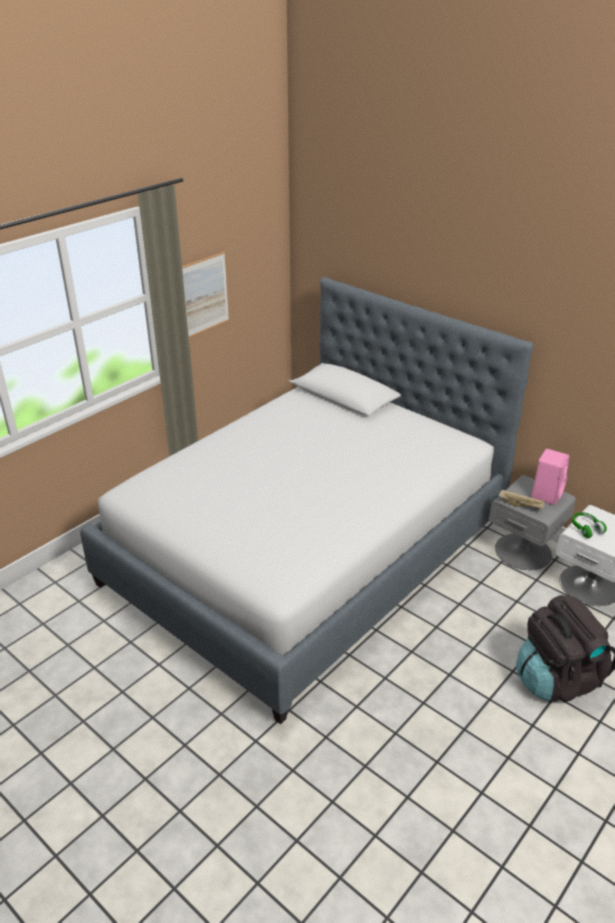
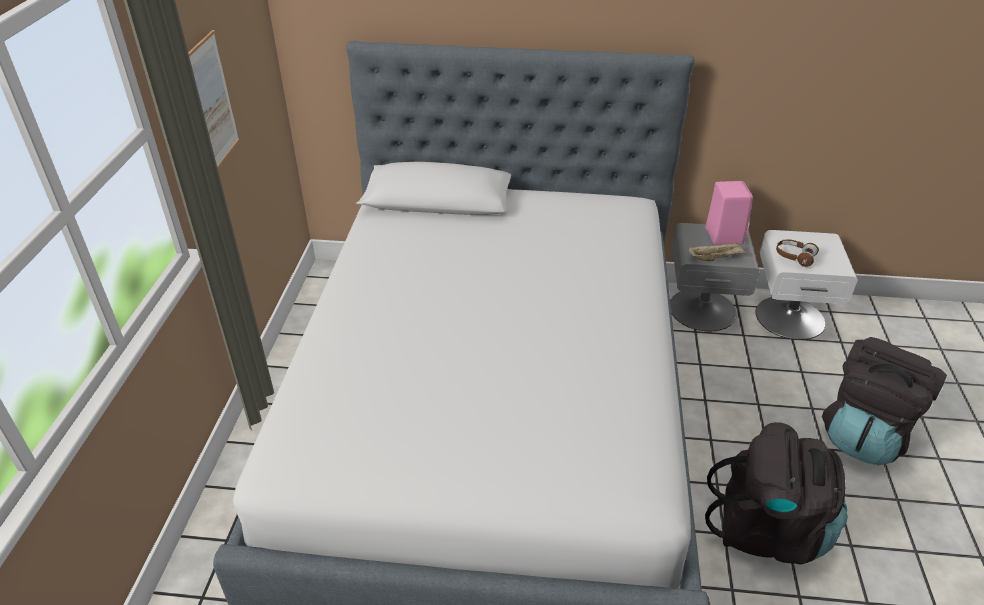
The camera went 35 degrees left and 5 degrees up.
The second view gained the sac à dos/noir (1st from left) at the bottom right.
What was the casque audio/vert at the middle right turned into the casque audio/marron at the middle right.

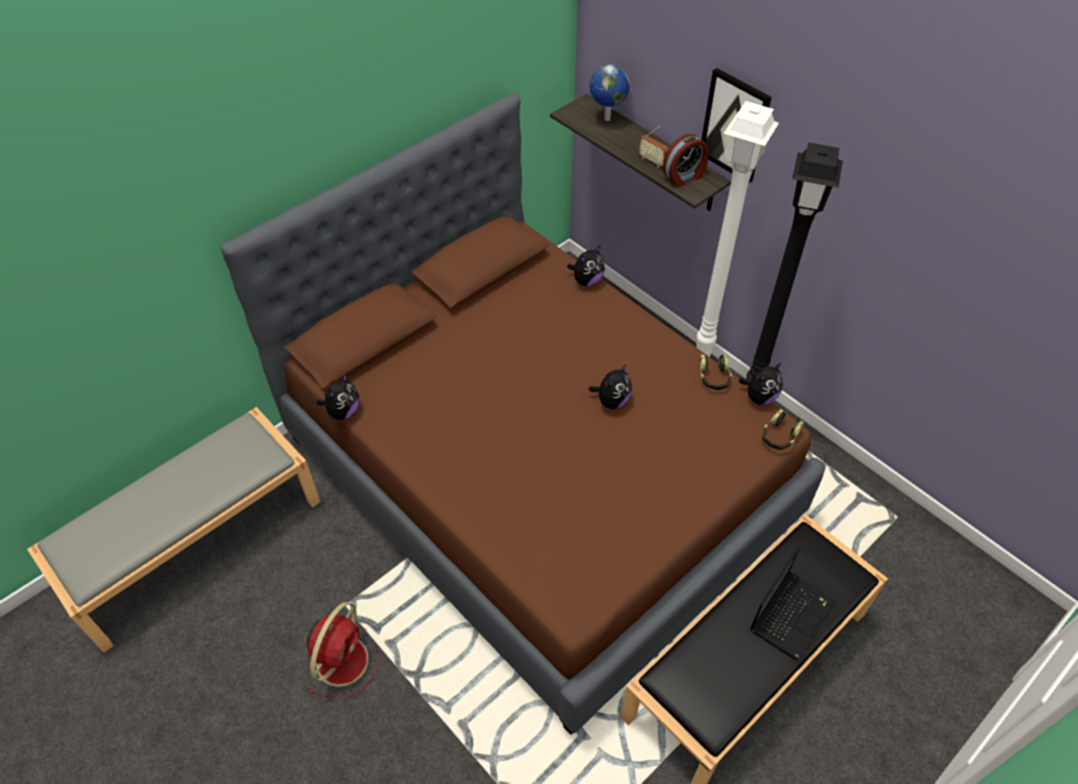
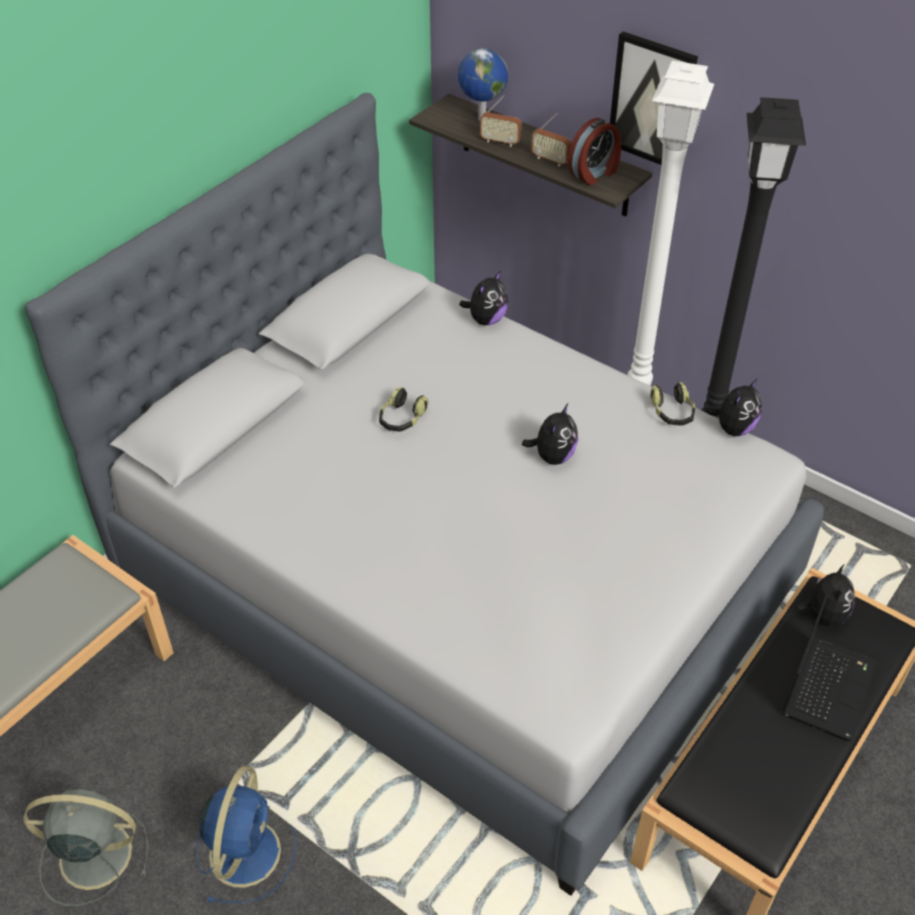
The camera went 10 degrees left and 5 degrees down.
The second view gained the ventilateur/gris at the bottom left.
What was the lit/marron at the centre turned into the lit/gris at the centre.
What was the ventilateur/rouge at the bottom left turned into the ventilateur/bleu at the bottom left.
The casque audio (2nd from left in the first image) ended up elsewhere, having gone from the middle right to the centre.
The second view gained the radio (1st from left) at the top centre.
The peluche (1st from left in the first image) ended up elsewhere, having gone from the middle left to the middle right.

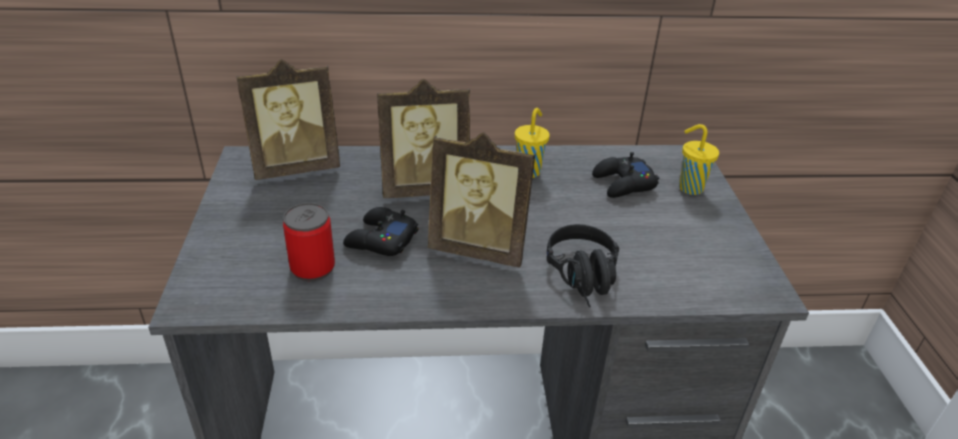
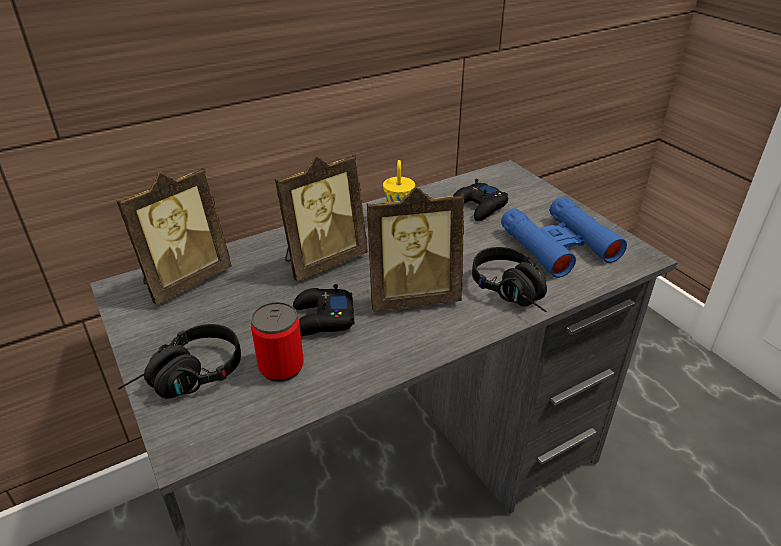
The camera went 25 degrees left and 0 degrees up.
The second view gained the casque audio/noir (1st from left) at the middle left.
The second view gained the jumelles/bleu at the middle right.
The second view lost the tasse/jaune (2nd from left) at the middle right.

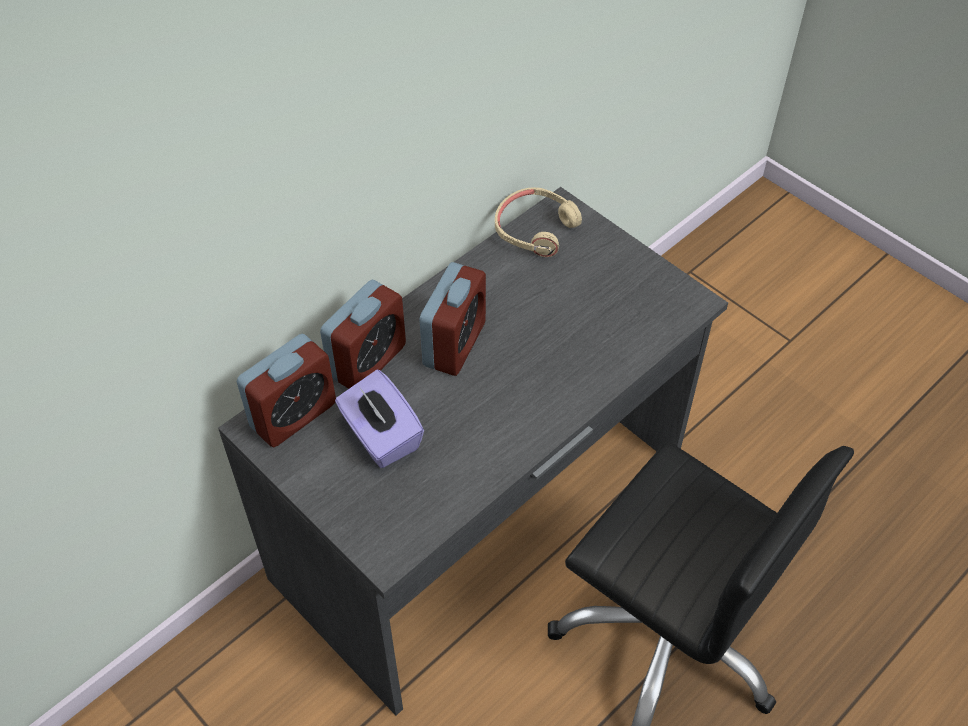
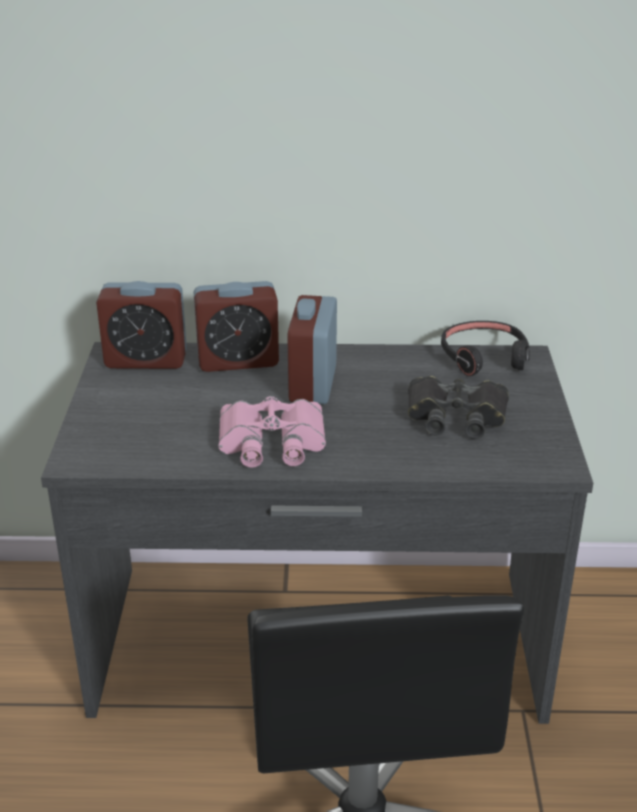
The camera went 45 degrees right and 20 degrees down.
The second view gained the jumelles/rose at the centre.
The réveil (3rd from left) at the centre ended up facing another way, 120 degrees clockwise from before.
The second view gained the jumelles/noir at the middle right.
What was the casque audio/beige at the top centre turned into the casque audio/noir at the middle right.
The second view lost the boîte à mouchoirs/violet at the centre.

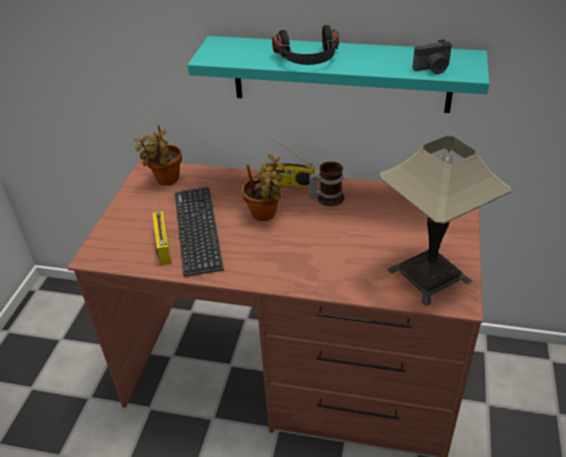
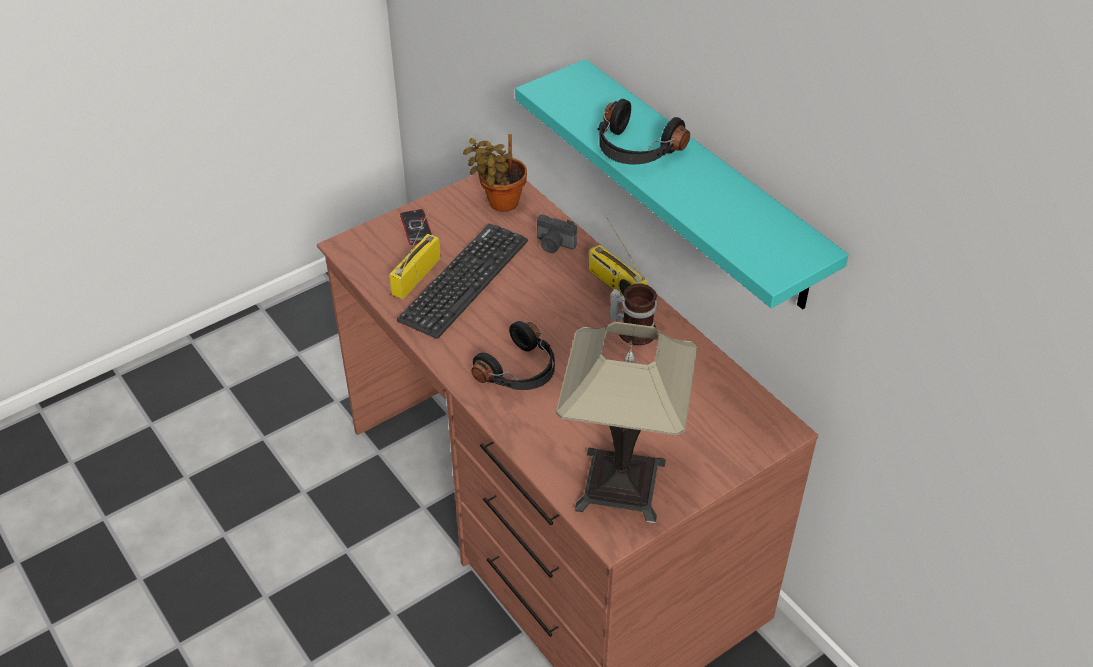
The camera went 40 degrees right and 5 degrees up.
The second view gained the téléphone at the centre.
The second view gained the casque audio/noir (1st from left) at the centre.
The appareil photo ended up elsewhere, having gone from the top right to the centre.
The second view lost the plante en pot (2nd from left) at the centre.

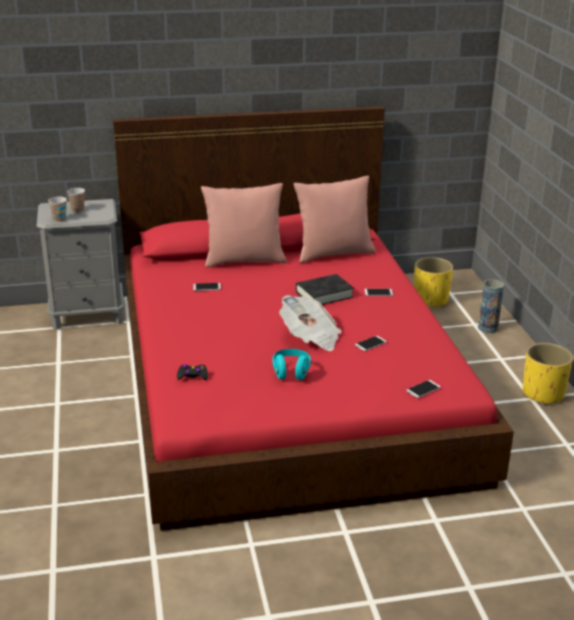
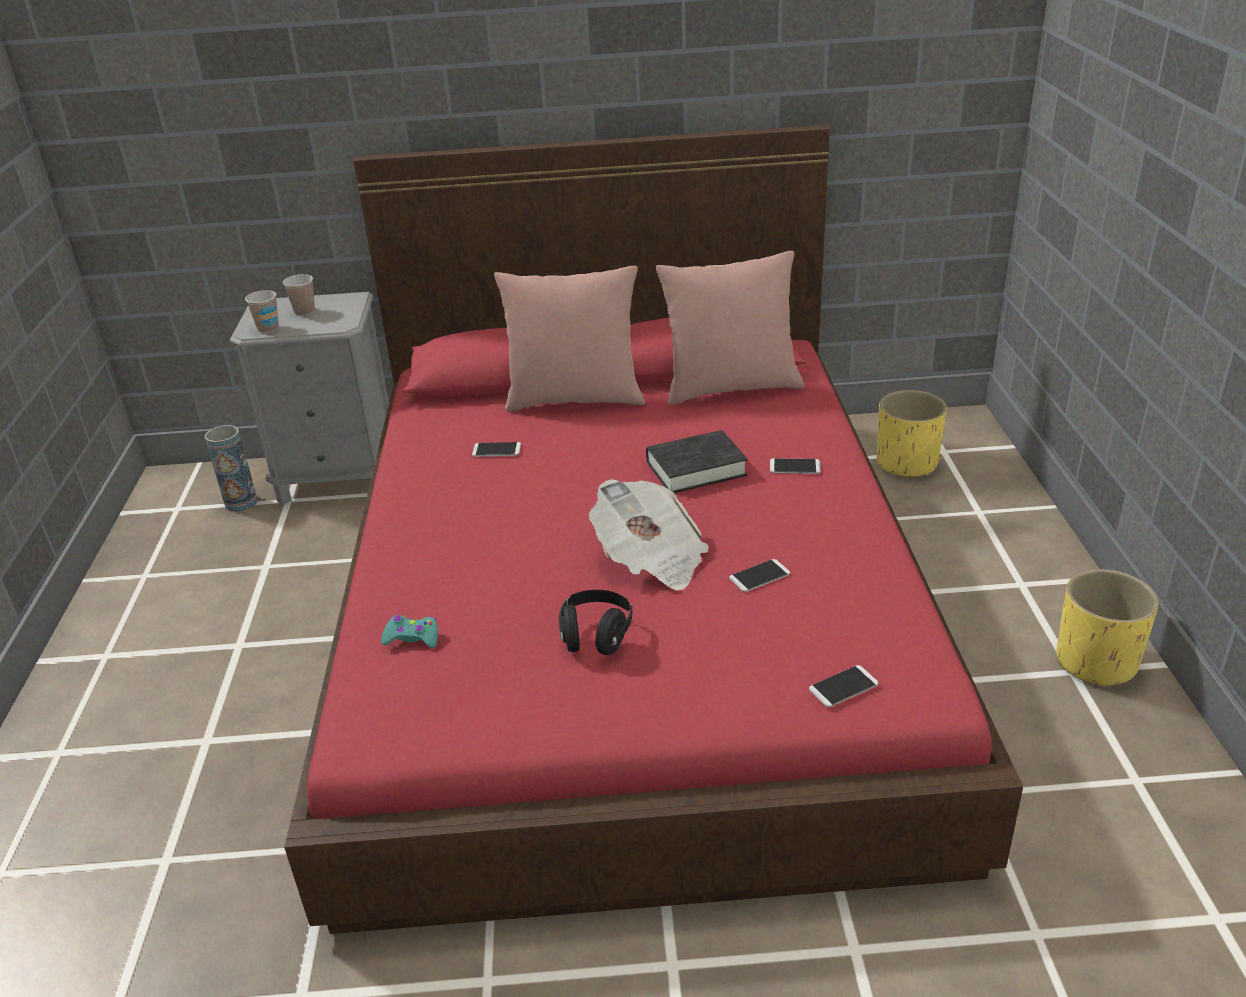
The camera went 10 degrees right and 5 degrees up.
The vase ended up elsewhere, having gone from the middle right to the middle left.
What was the manette/noir at the centre turned into the manette/turquoise at the middle left.
What was the casque audio/turquoise at the centre turned into the casque audio/noir at the centre.

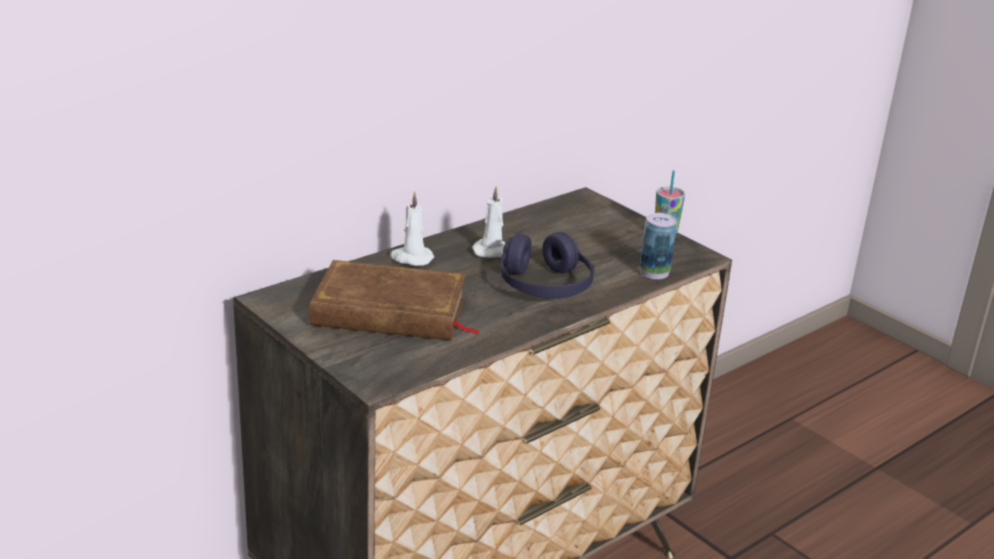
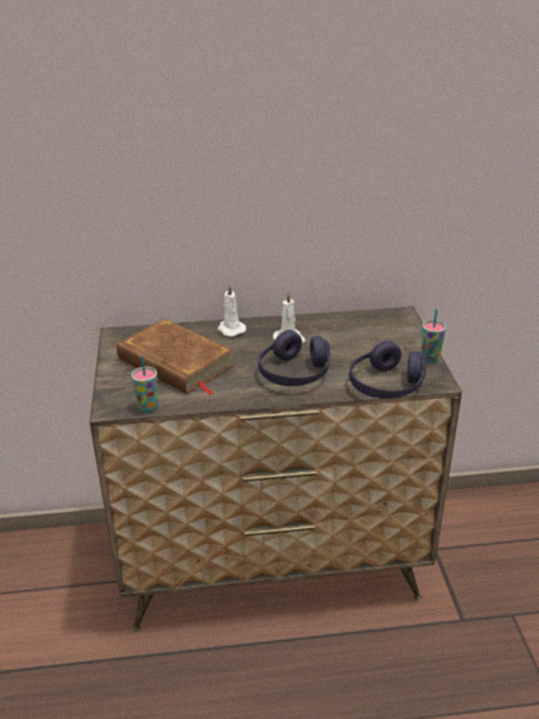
The camera went 35 degrees right and 5 degrees up.
The second view gained the tasse (1st from left) at the middle left.
Where the boîte métallique stood at the centre, the casque audio/violet (2nd from left) came to stand at the middle right.

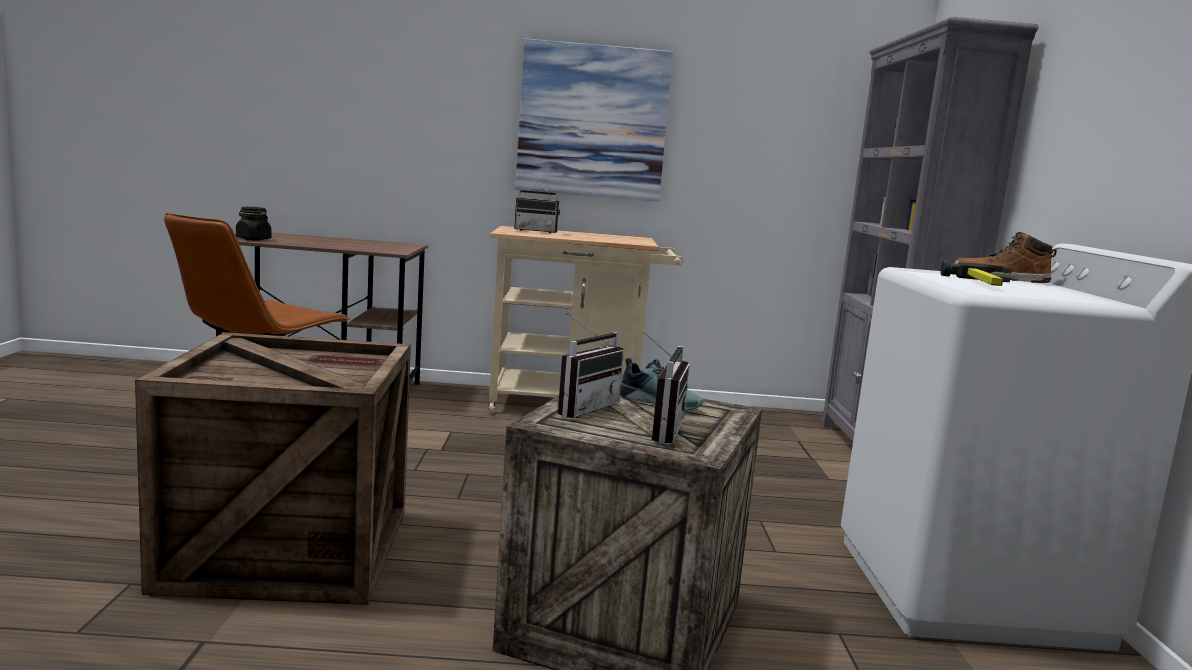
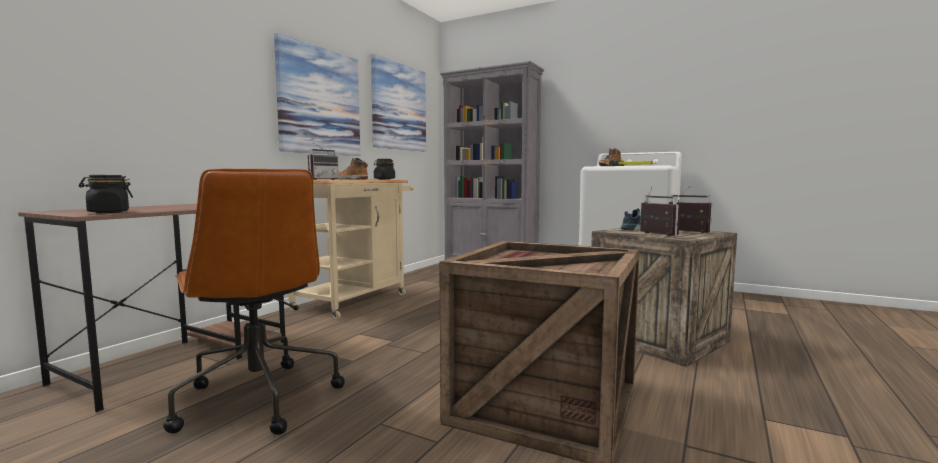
The camera went 60 degrees left and 5 degrees down.
The second view gained the botte (1st from left) at the centre.
The second view gained the tableau (2nd from left) at the top centre.
The second view gained the bocal/noir (2nd from left) at the centre.

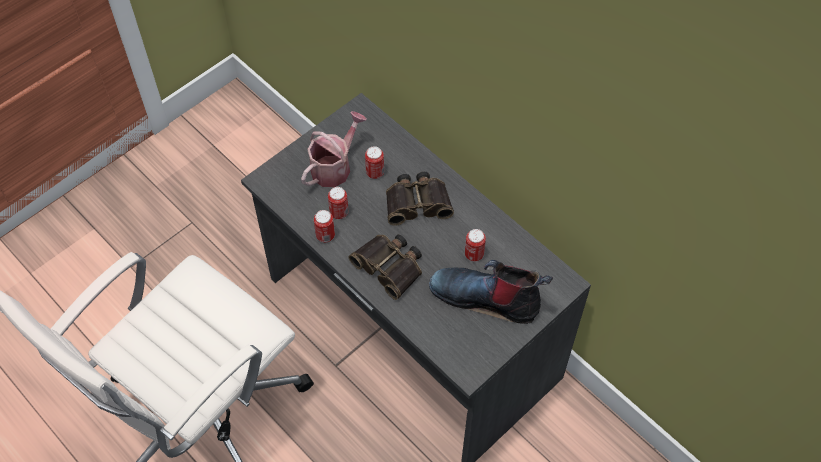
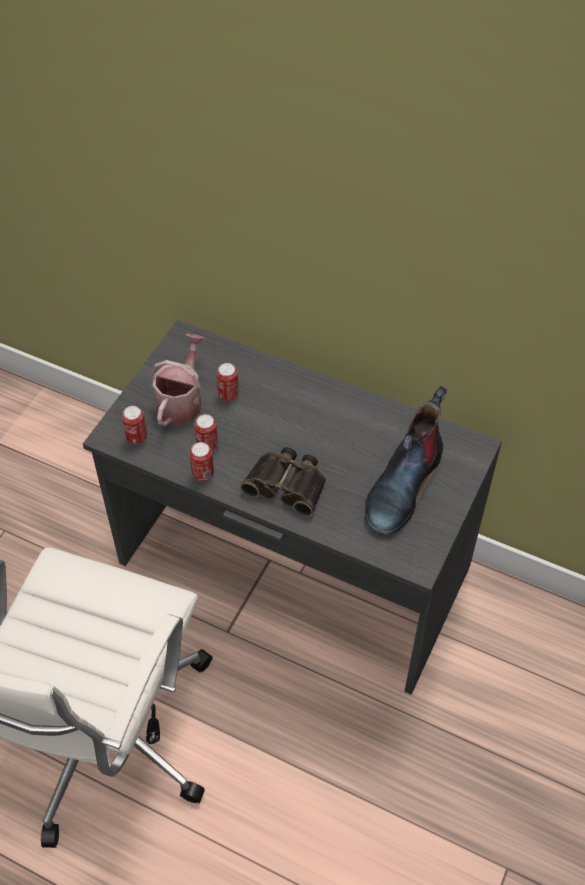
The camera went 20 degrees left and 5 degrees down.
The boîte métallique (4th from left in the first image) ended up elsewhere, having gone from the centre to the middle left.
The botte at the centre ended up facing another way, 60 degrees counterclockwise from before.
The second view lost the jumelles (2nd from left) at the centre.

